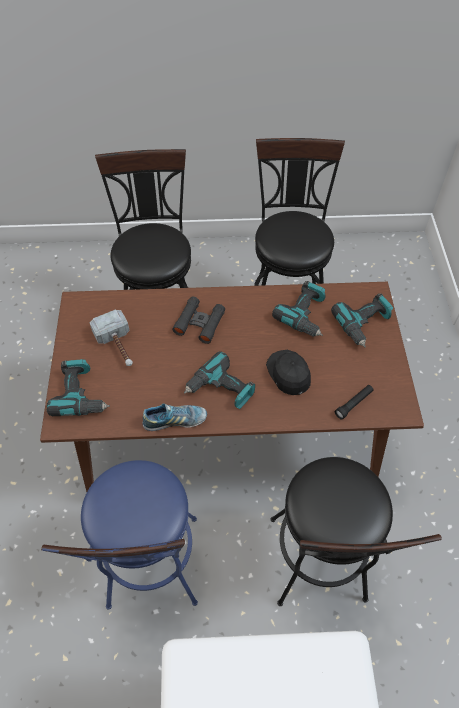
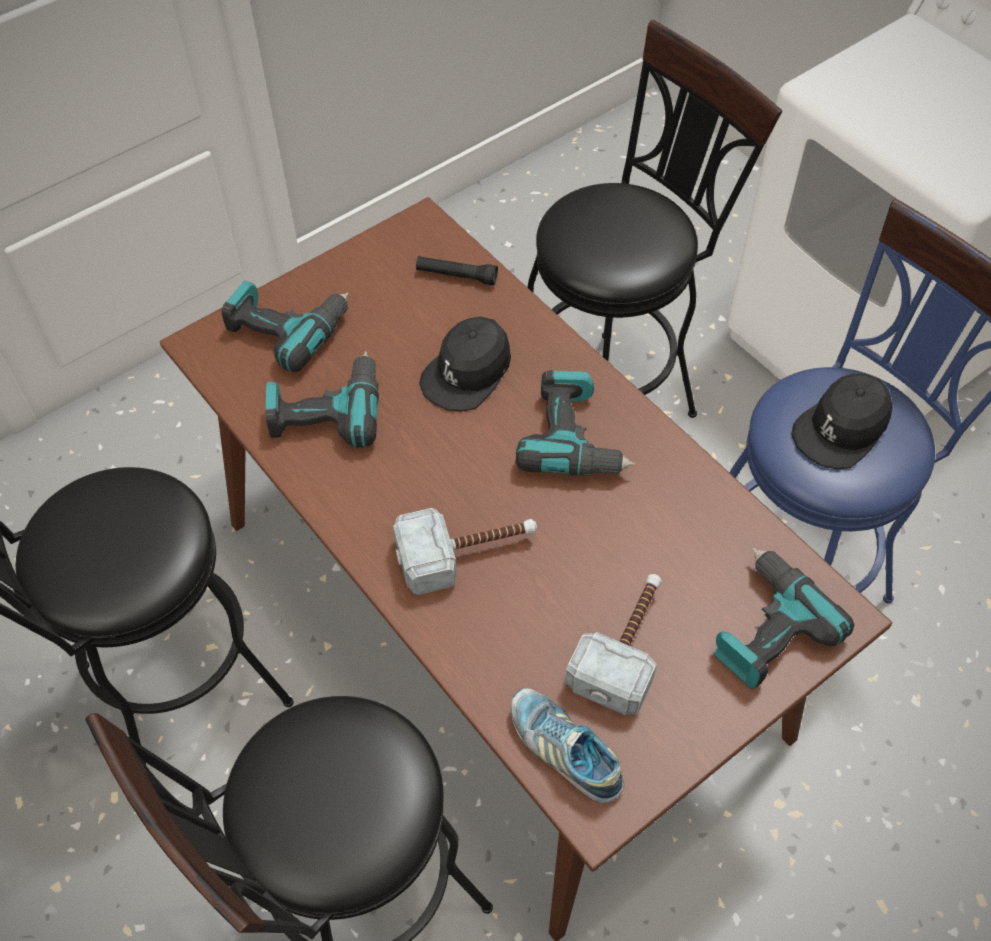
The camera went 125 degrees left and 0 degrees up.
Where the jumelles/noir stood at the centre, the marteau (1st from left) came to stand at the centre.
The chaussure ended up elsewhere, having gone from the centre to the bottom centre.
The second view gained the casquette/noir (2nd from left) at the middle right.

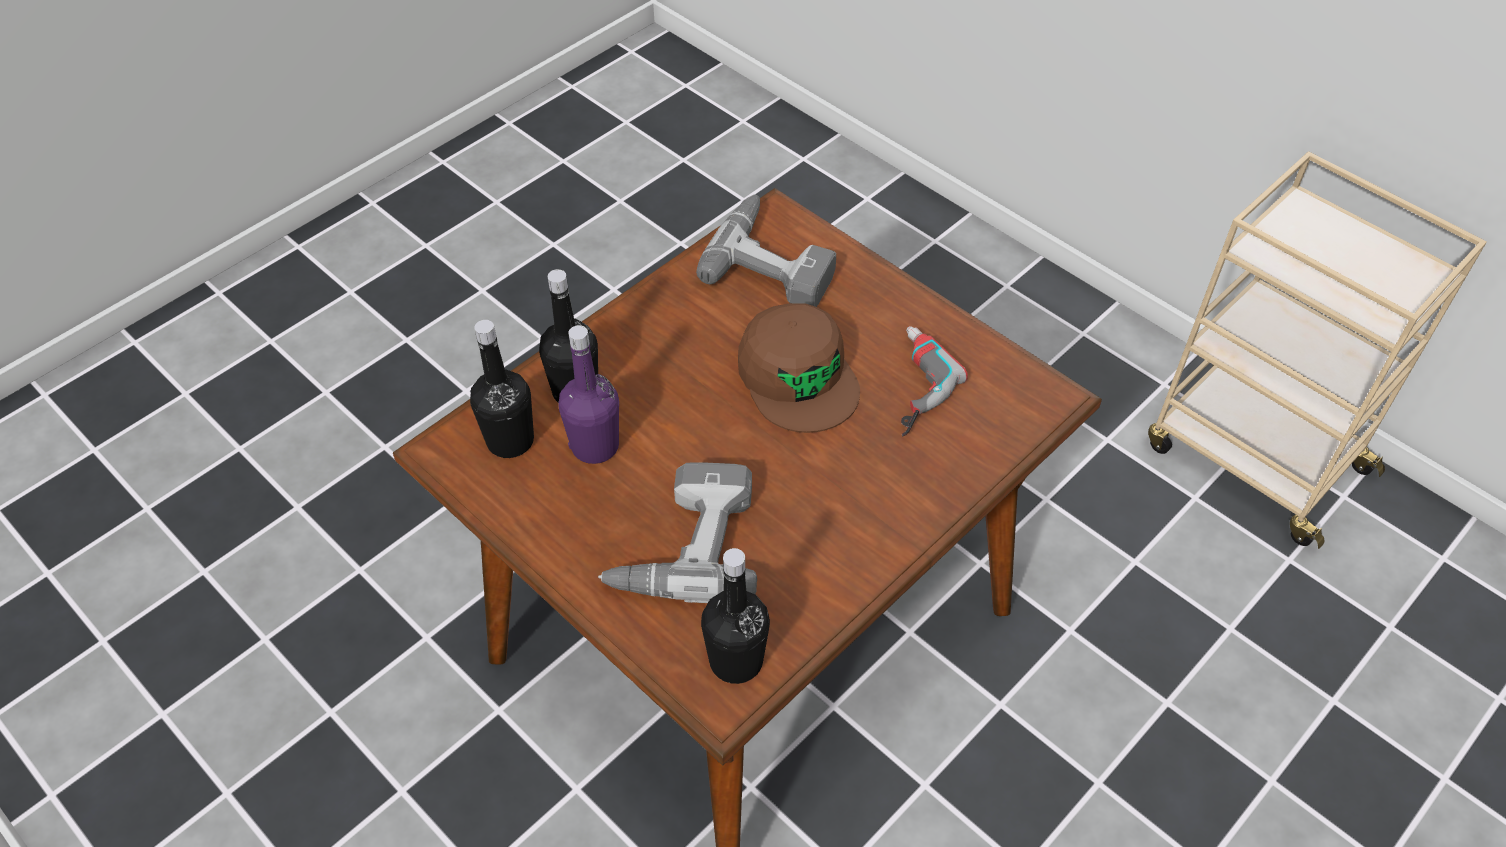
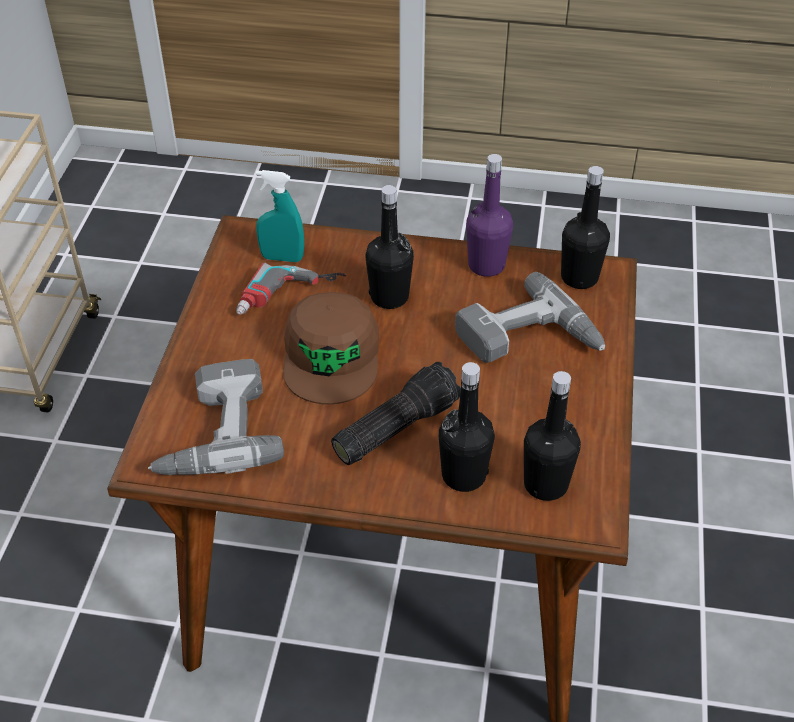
The camera went 125 degrees left and 5 degrees down.
The second view gained the vaporisateur/turquoise at the top centre.
The casquette/marron at the centre ended up facing another way, 150 degrees clockwise from before.
The second view gained the lampe de poche at the centre.
The second view gained the bouteille/noir (1st from left) at the centre.
The bouteille/violet ended up elsewhere, having gone from the centre to the top centre.

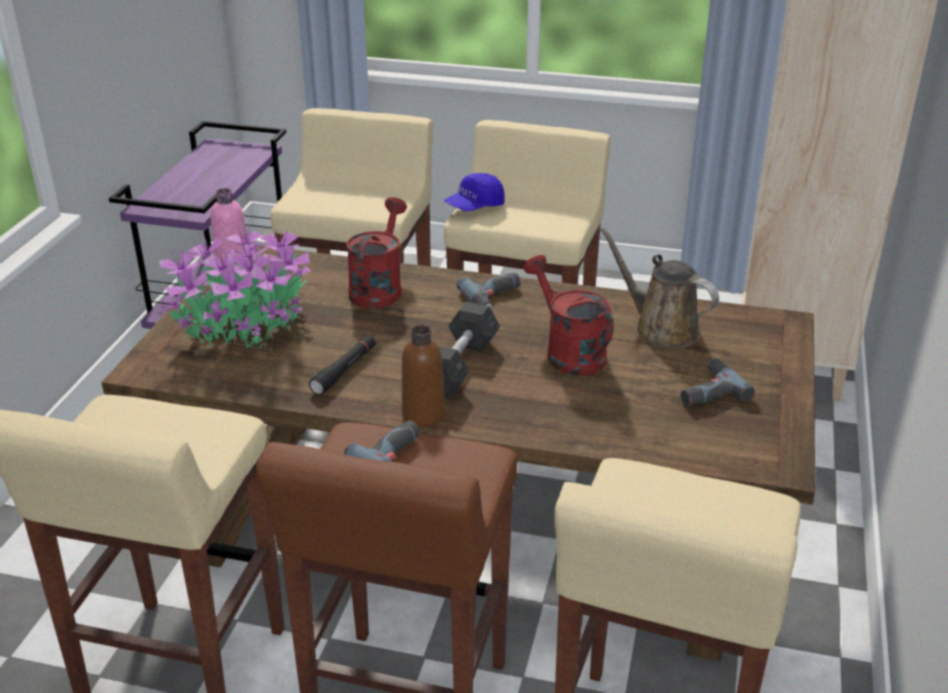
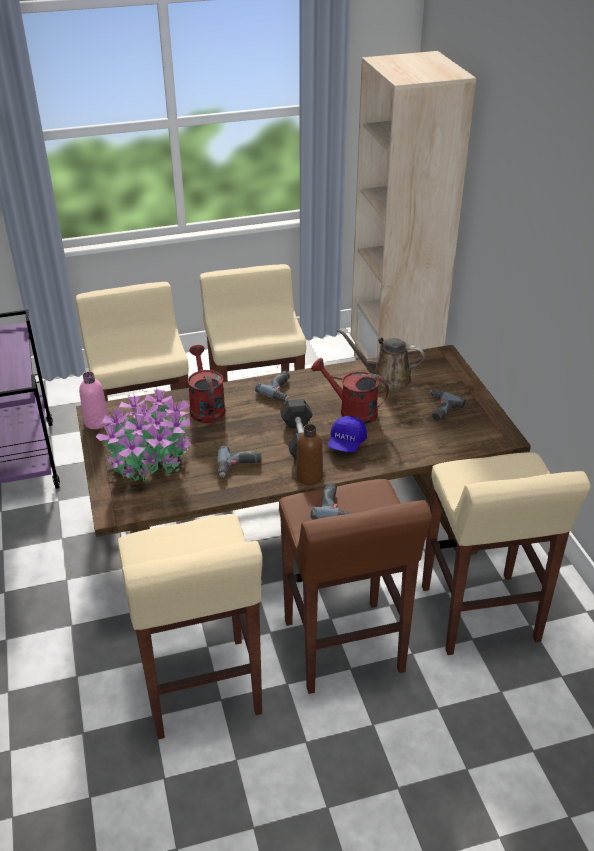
The camera went 30 degrees left and 5 degrees up.
Where the lampe de poche/noir stood at the centre, the perceuse (1st from left) came to stand at the centre.
The casquette/bleu ended up elsewhere, having gone from the top centre to the centre.

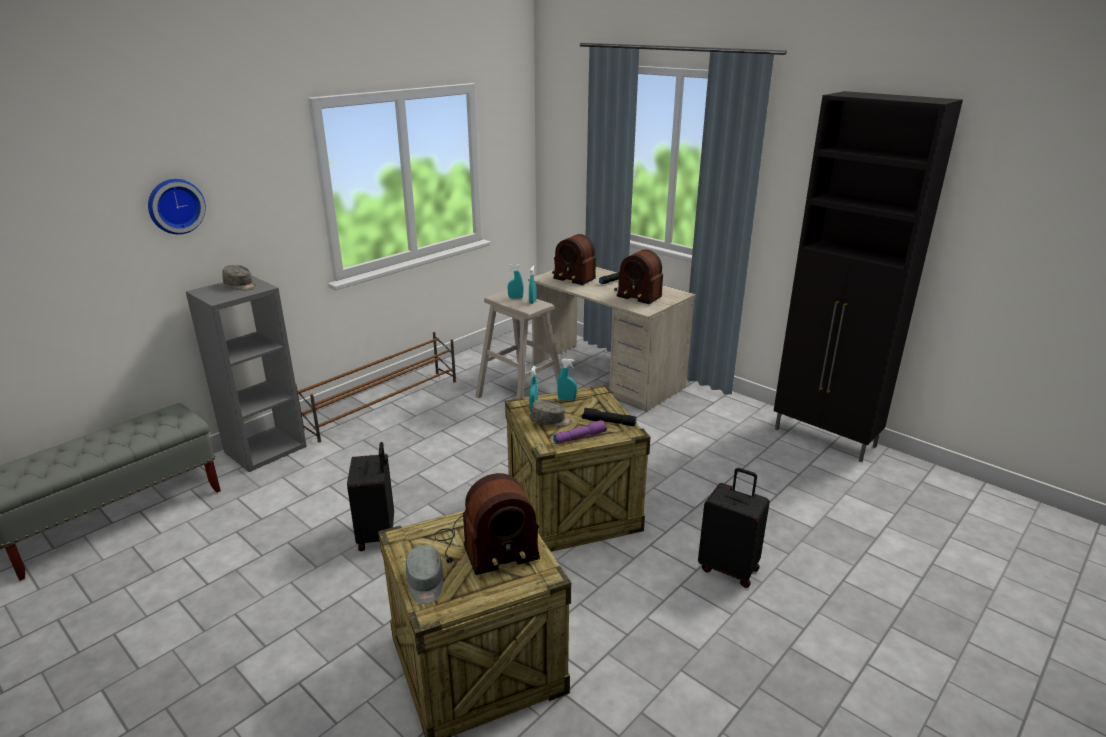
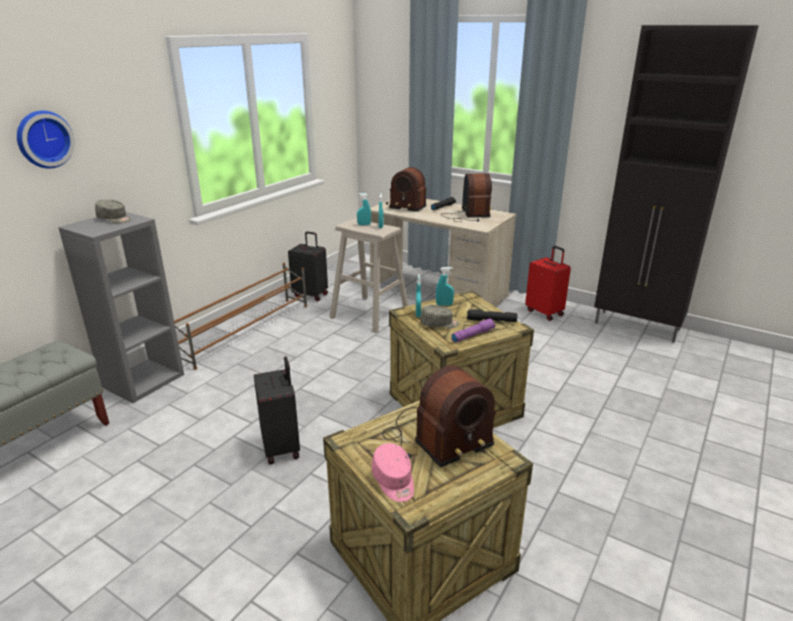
The camera went 10 degrees left and 0 degrees up.
The valise/noir (2nd from left) ended up elsewhere, having gone from the bottom centre to the centre.
What was the casquette/gris (2nd from left) at the bottom centre turned into the casquette/rose at the bottom centre.
The radio (3rd from left) at the centre ended up facing another way, 120 degrees counterclockwise from before.
The second view gained the valise/rouge at the middle right.

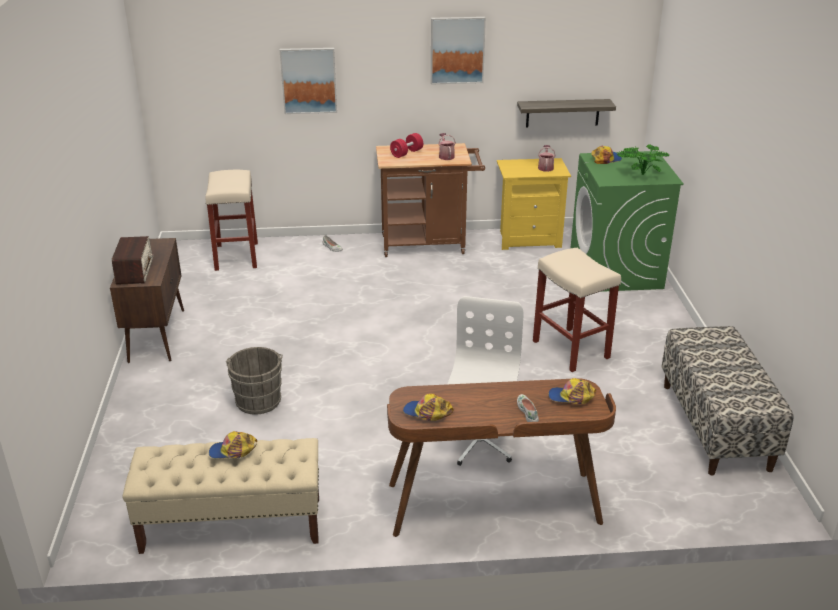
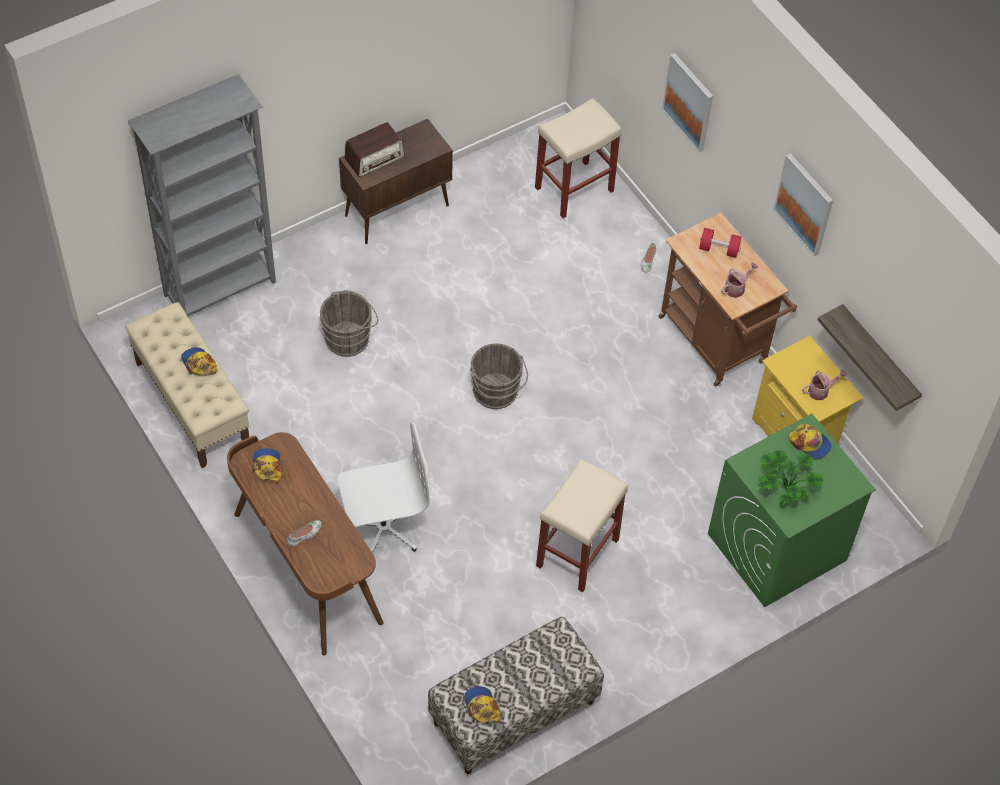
The camera went 60 degrees right and 25 degrees up.
The second view gained the bibliothèque/gris at the top left.
The casquette (3rd from left) ended up elsewhere, having gone from the middle right to the bottom centre.
The second view gained the seau/gris (2nd from left) at the centre.

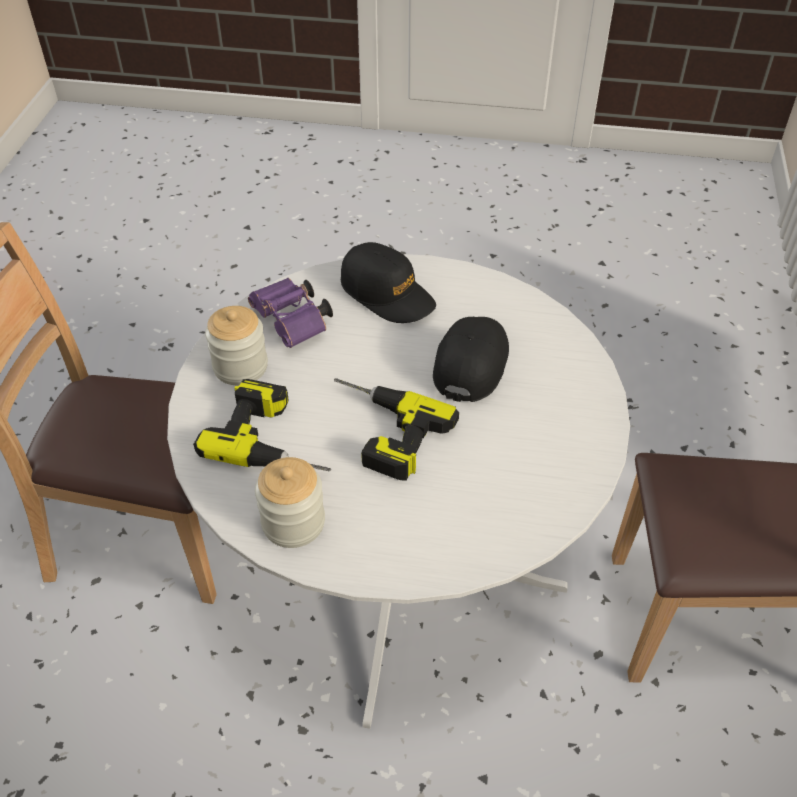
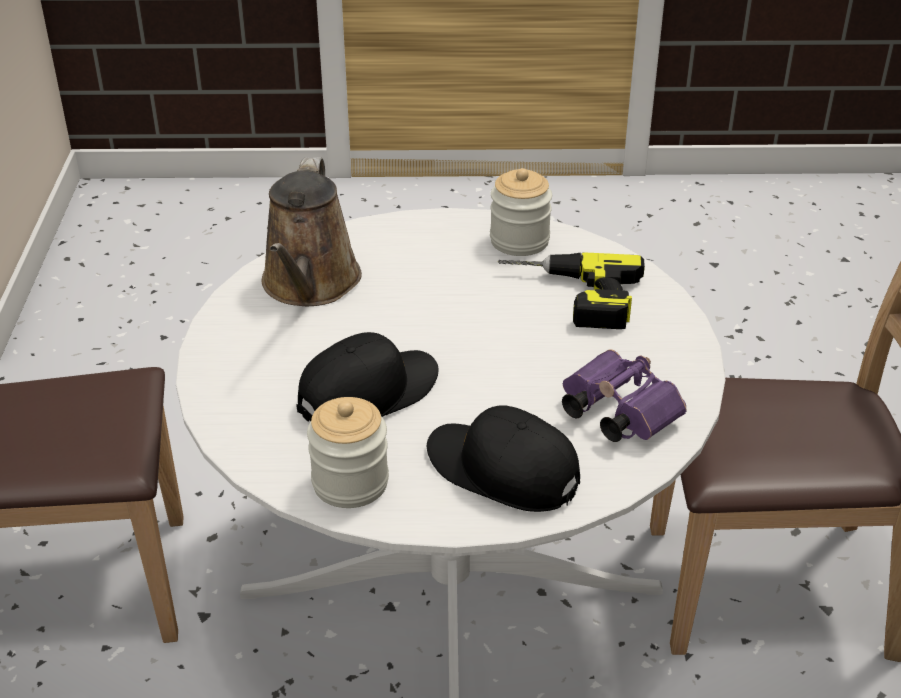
The camera went 170 degrees right and 10 degrees down.
The second view gained the arrosoir/marron at the top centre.
The casquette/noir (2nd from left in the first image) at the centre ended up facing another way, 135 degrees counterclockwise from before.
The bocal (1st from left) ended up elsewhere, having gone from the middle left to the centre.
The second view lost the perceuse (2nd from left) at the centre.

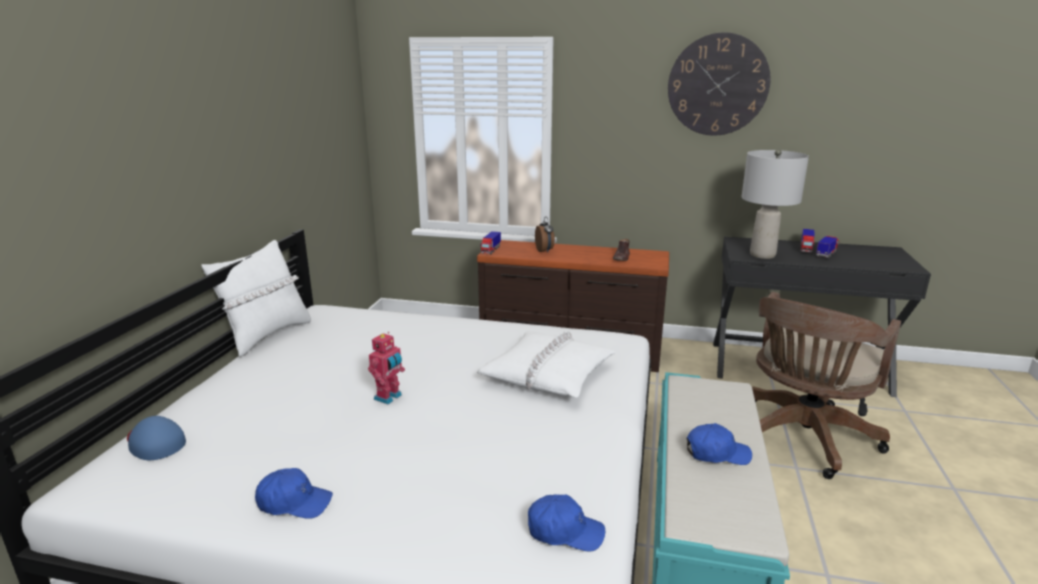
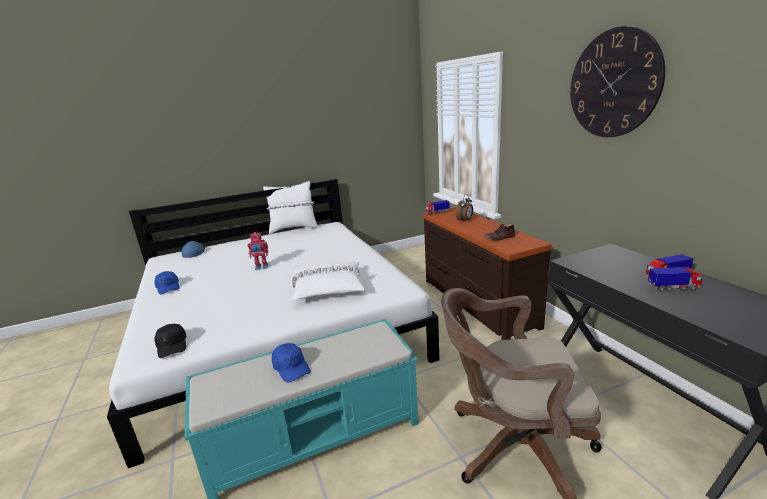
The camera went 55 degrees right and 0 degrees up.
What was the casquette/bleu (3rd from left) at the bottom centre turned into the casquette/noir at the bottom left.
The second view lost the lampe de table/gris at the middle right.

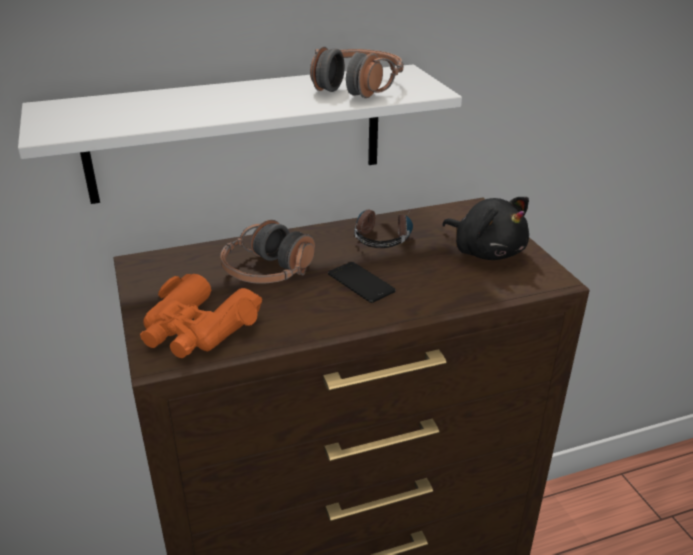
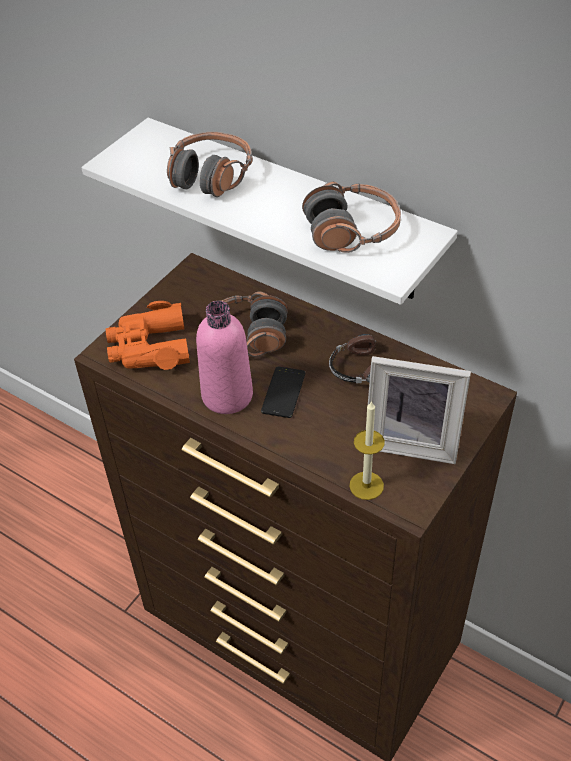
The camera went 55 degrees right and 15 degrees up.
The second view gained the casque audio (1st from left) at the top centre.
The second view gained the bouteille/rose at the centre.
The second view gained the bougie at the centre.
Where the peluche/noir stood at the middle right, the cadre photo came to stand at the middle right.

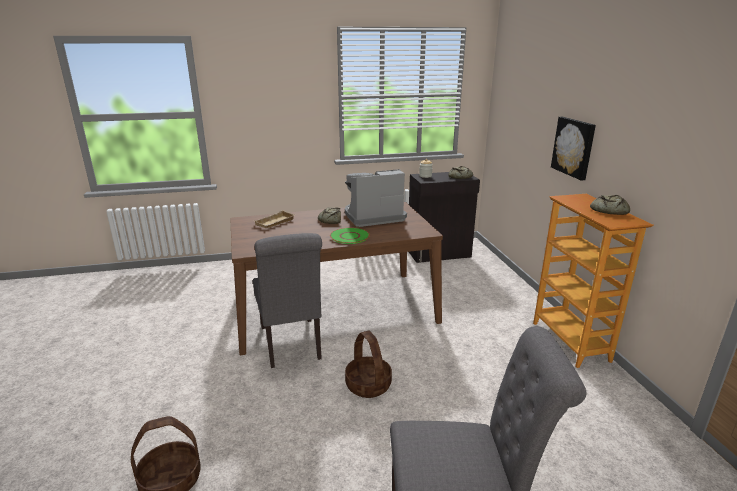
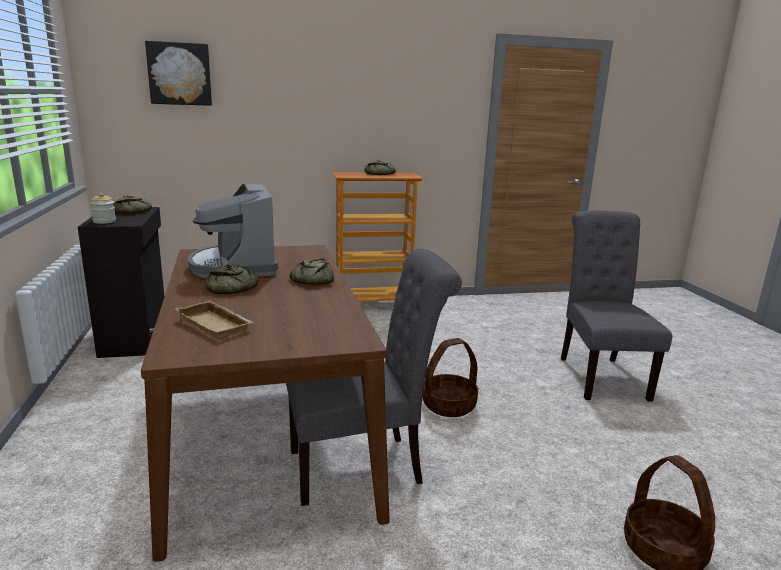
The camera went 90 degrees left and 5 degrees down.
The tableau ended up elsewhere, having gone from the top right to the top left.
Where the assiette/vert stood at the centre, the pain (3rd from left) came to stand at the centre.

